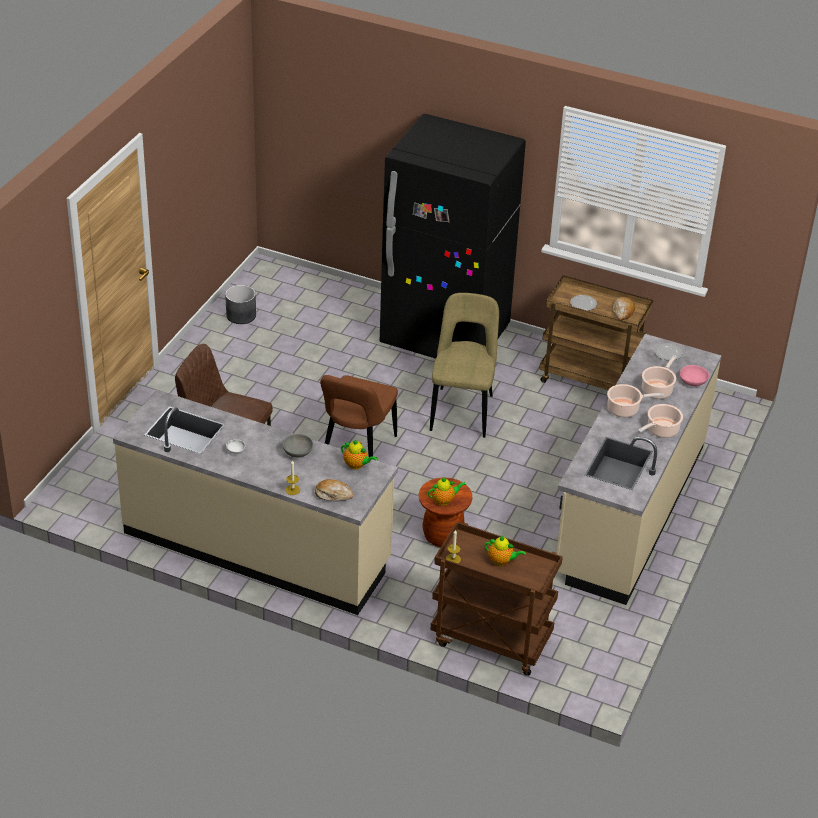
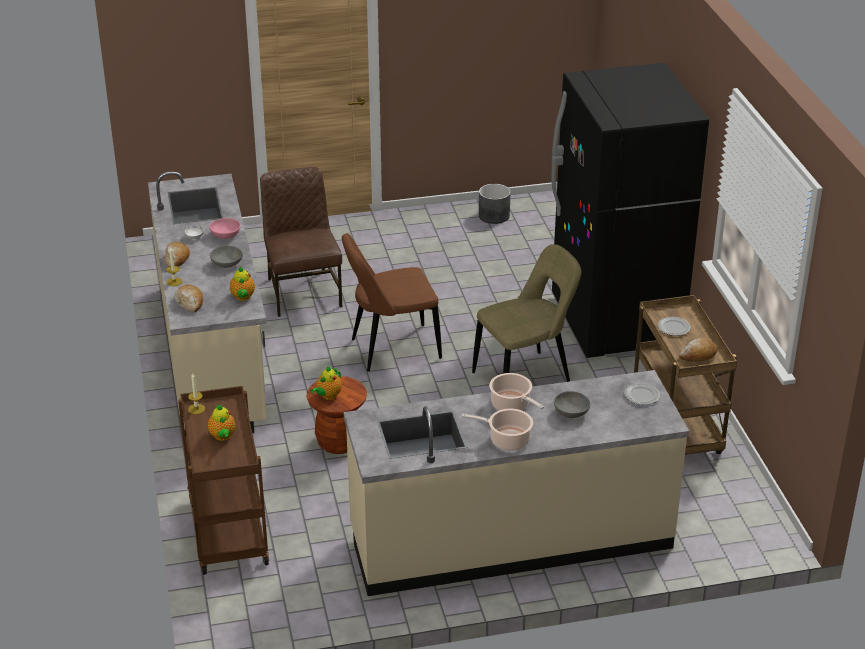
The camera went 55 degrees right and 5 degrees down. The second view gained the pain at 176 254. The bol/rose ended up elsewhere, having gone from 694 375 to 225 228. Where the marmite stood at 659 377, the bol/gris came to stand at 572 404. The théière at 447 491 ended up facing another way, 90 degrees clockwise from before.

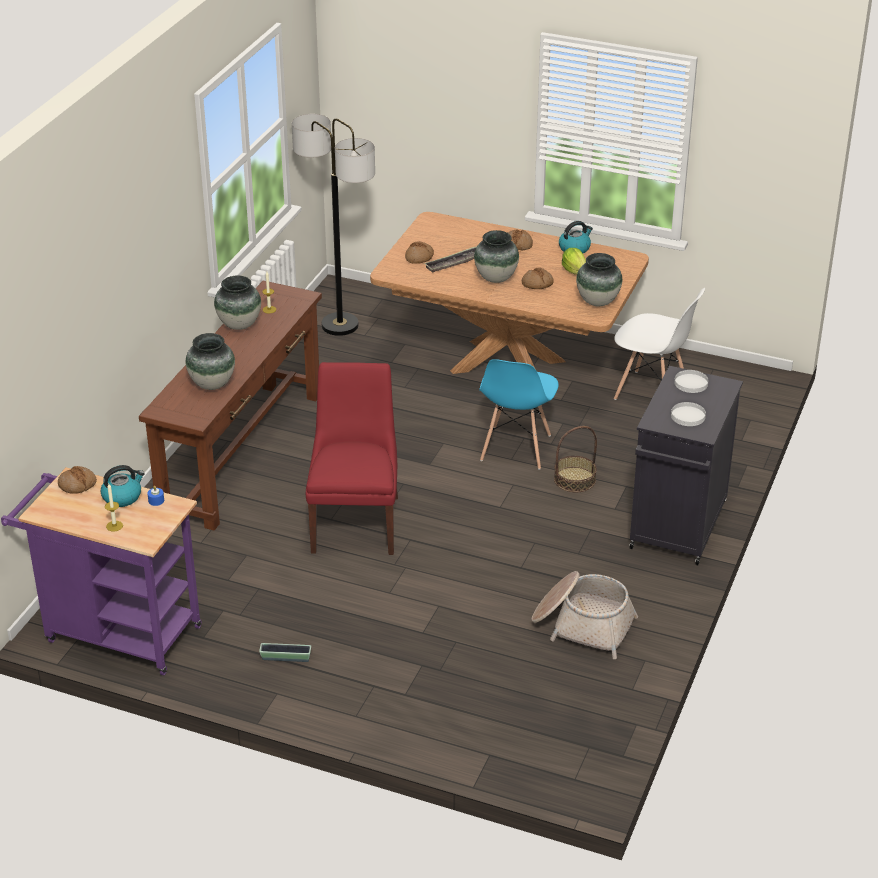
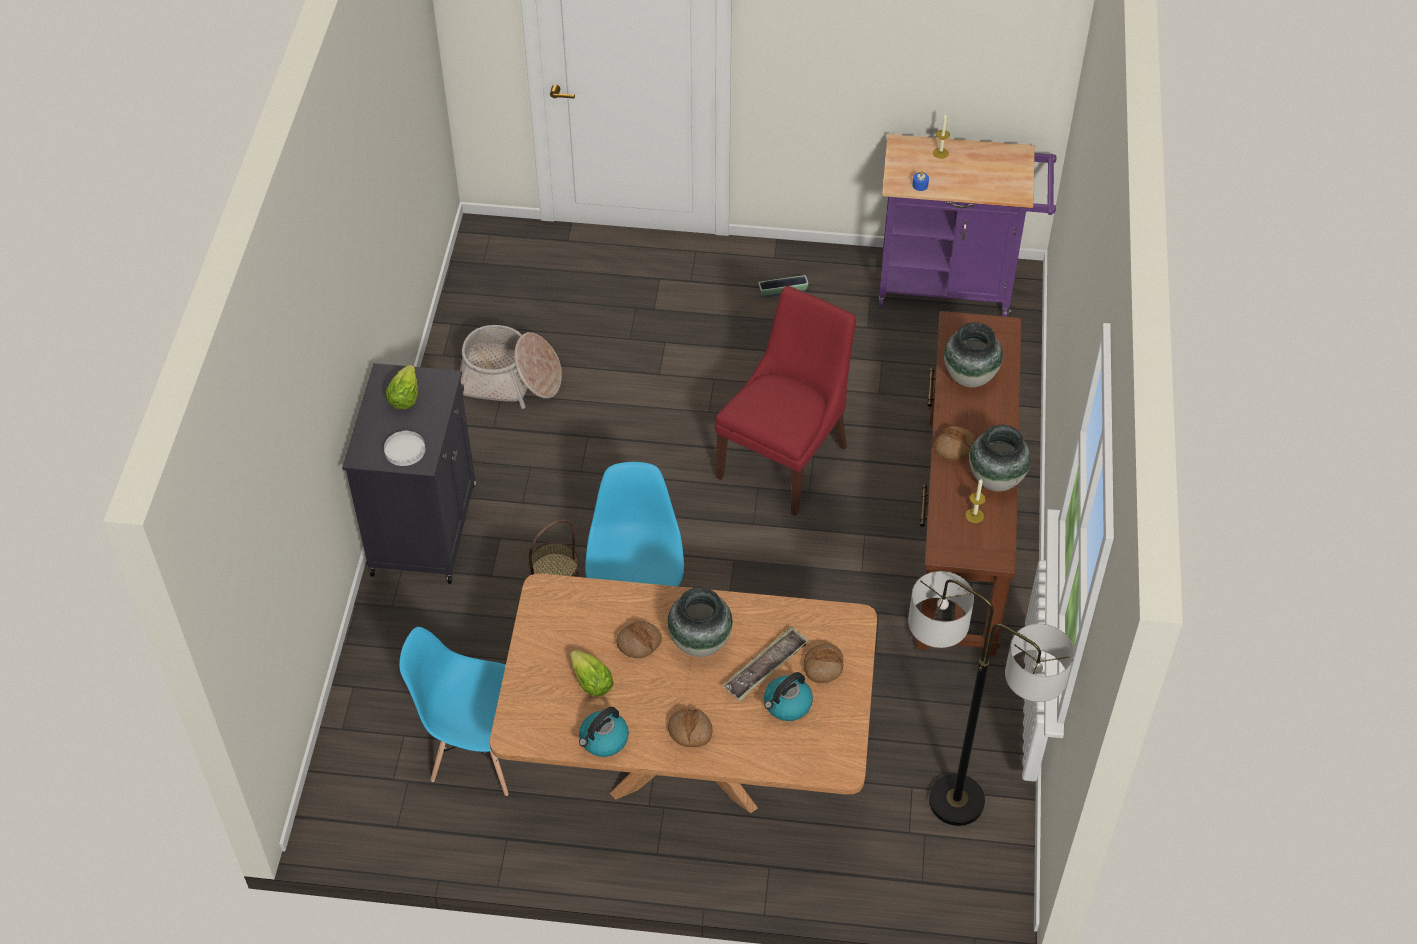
The camera went 165 degrees right and 15 degrees up. The second view lost the vase at 599 279. The pain ended up elsewhere, having gone from 77 480 to 955 443. The bouilloire ended up elsewhere, having gone from 123 486 to 788 696. Where the assiette/blanc stood at 688 414, the laitue came to stand at 401 387. What was the chaise/blanc at 659 344 turned into the chaise/bleu at 454 711. The chaise/rouge at 352 458 ended up facing another way, 135 degrees counterclockwise from before.

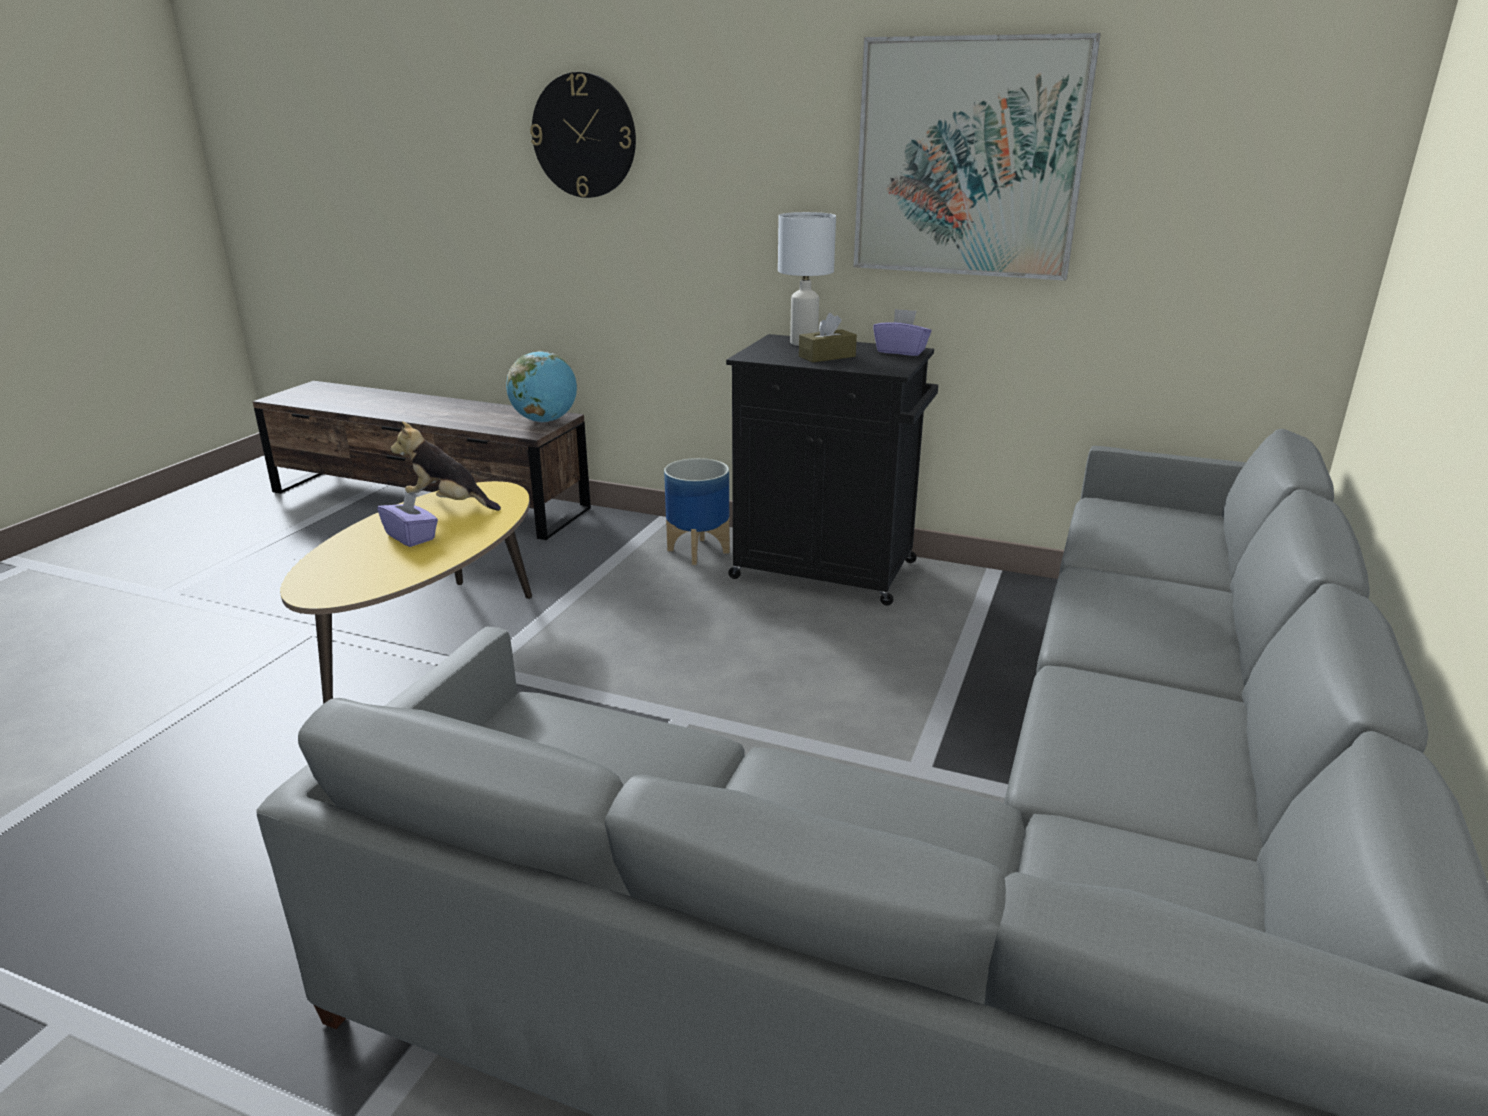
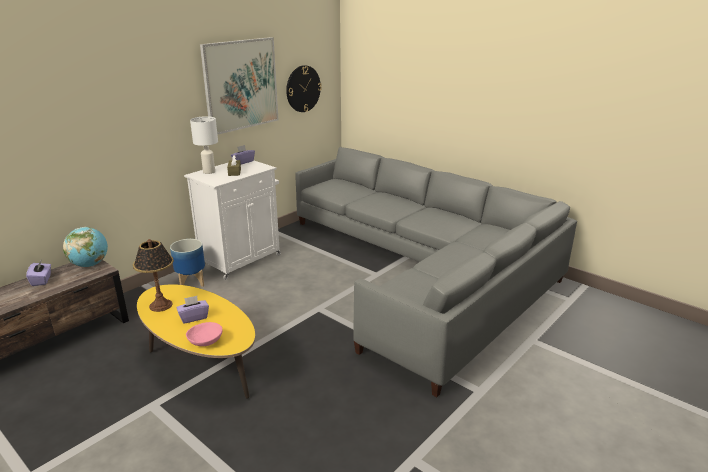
The camera went 70 degrees left and 0 degrees up. The second view gained the boîte à mouchoirs/violet at 38 273. The second view gained the bol/rose at 204 334. The horloge murale ended up elsewhere, having gone from 583 135 to 304 88. Where the peluche stood at 446 466, the lampe de table came to stand at 153 275. What was the meuble de rangement/noir at 832 470 turned into the meuble de rangement/blanc at 232 220.

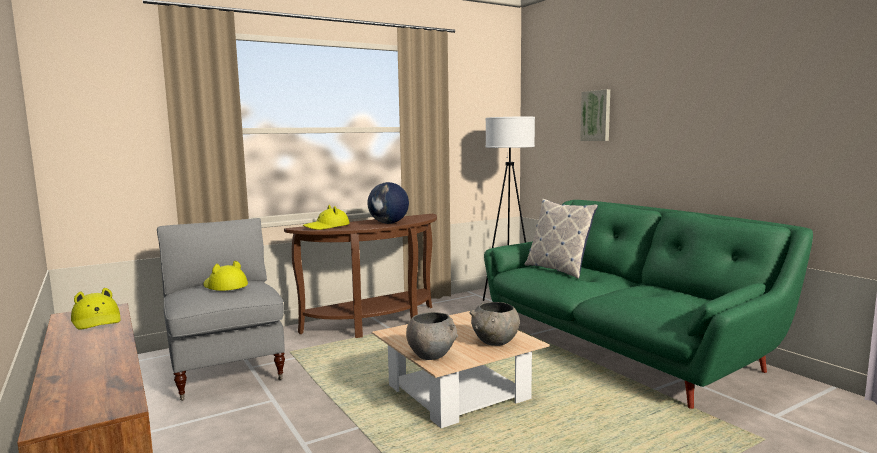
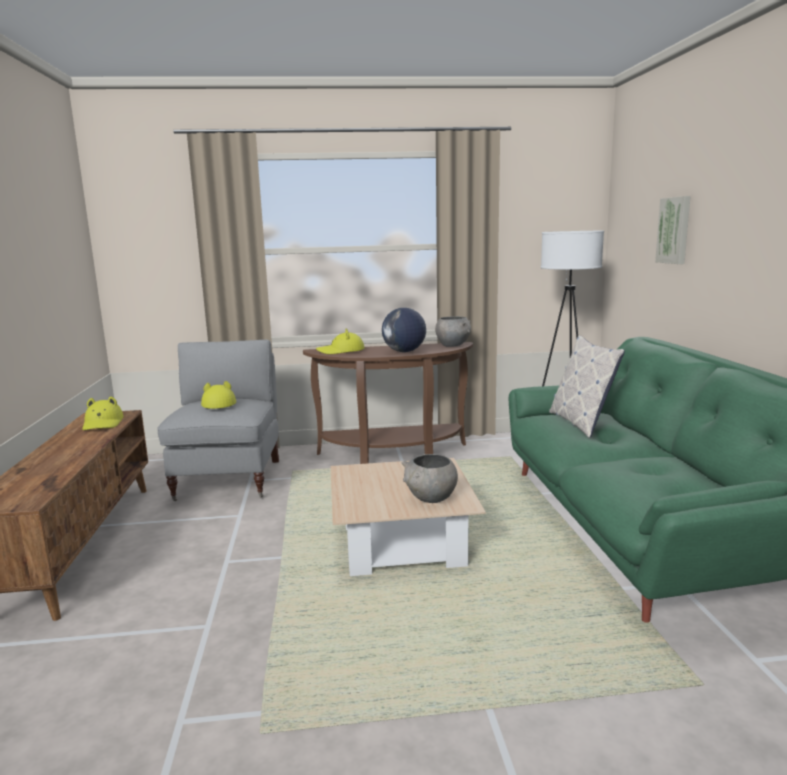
The camera went 25 degrees right and 5 degrees up. The bol/gris ended up elsewhere, having gone from 432 336 to 453 331.

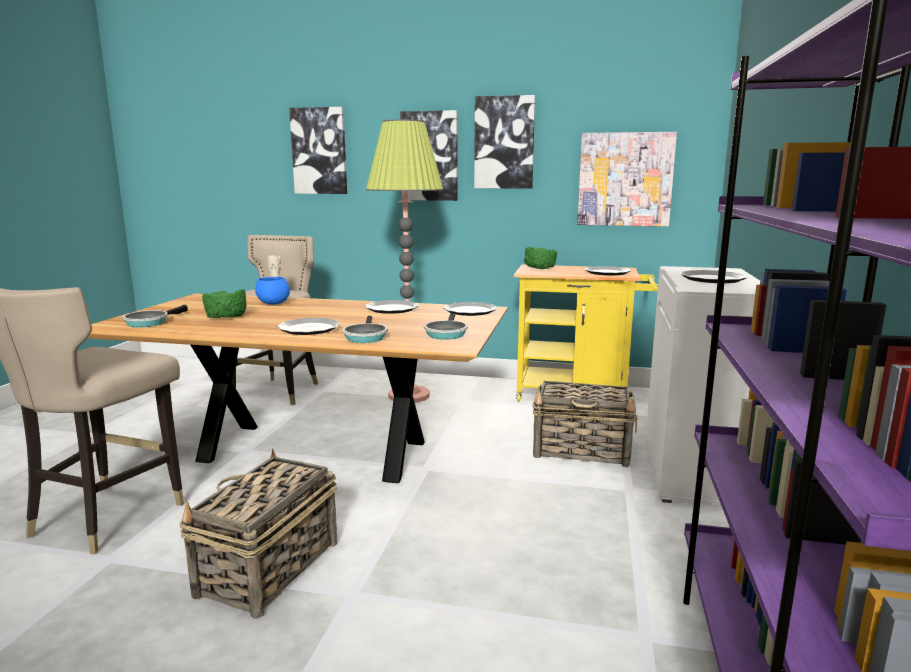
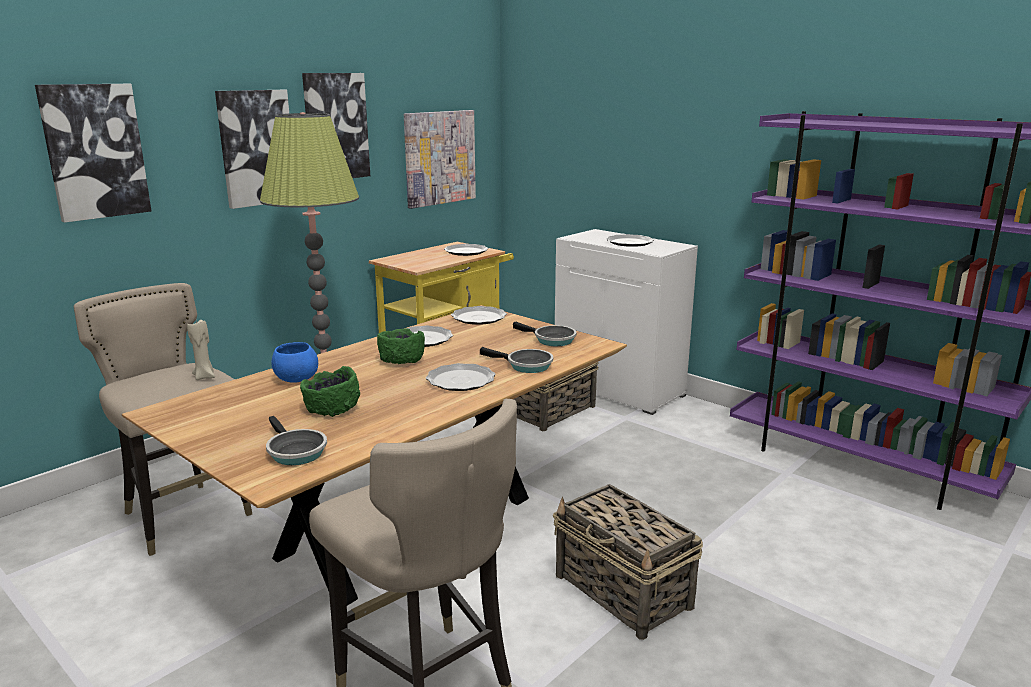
The camera went 60 degrees left and 5 degrees up. The bol/vert ended up elsewhere, having gone from 540 258 to 401 346.

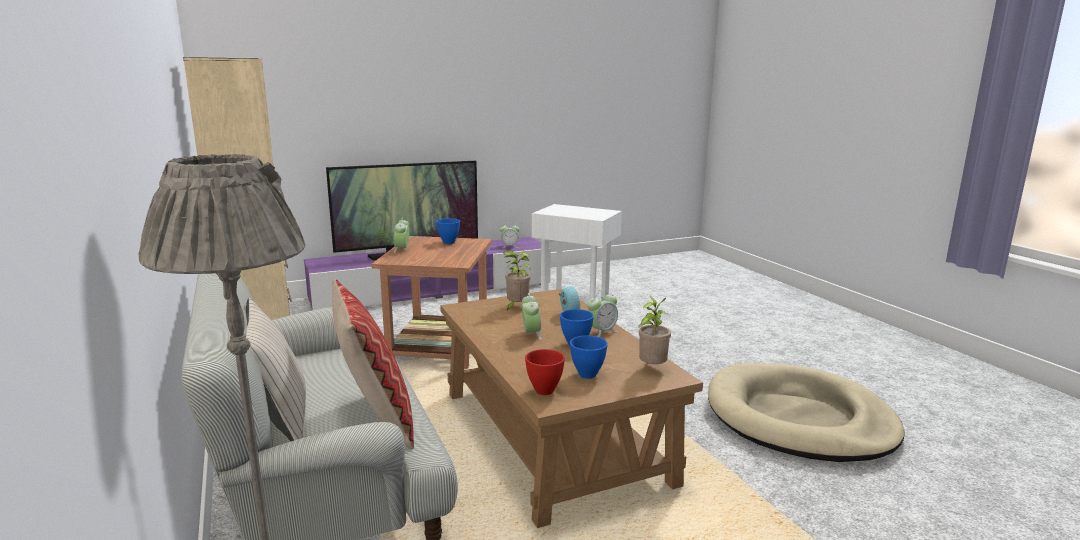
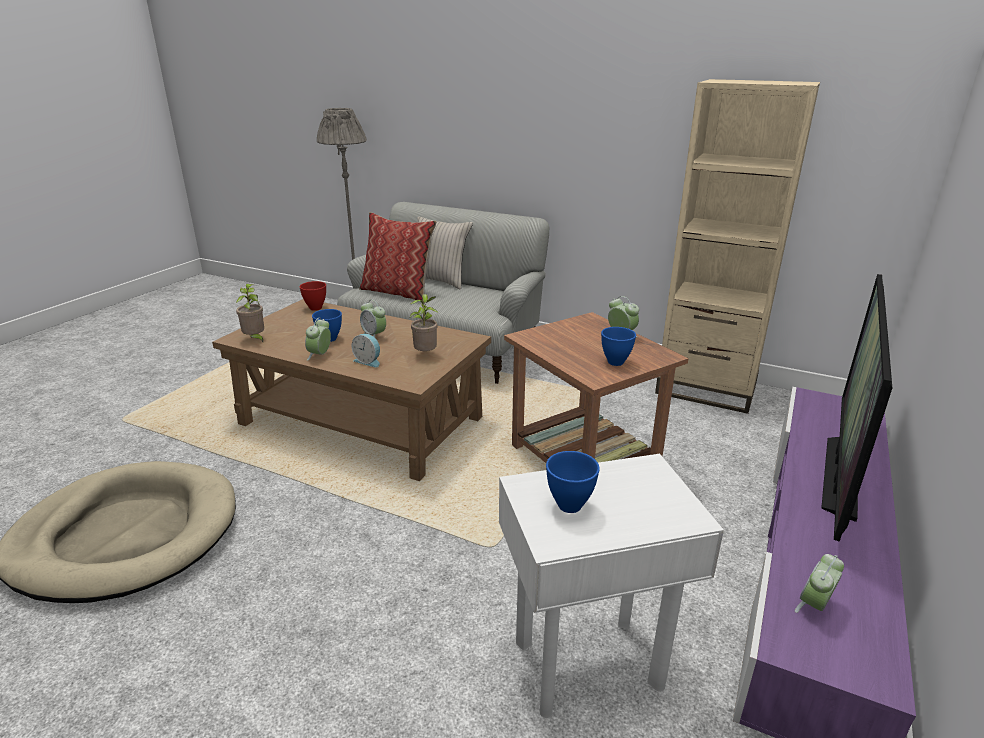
The camera went 140 degrees right and 10 degrees up. The bol/bleu ended up elsewhere, having gone from 589 357 to 573 482.

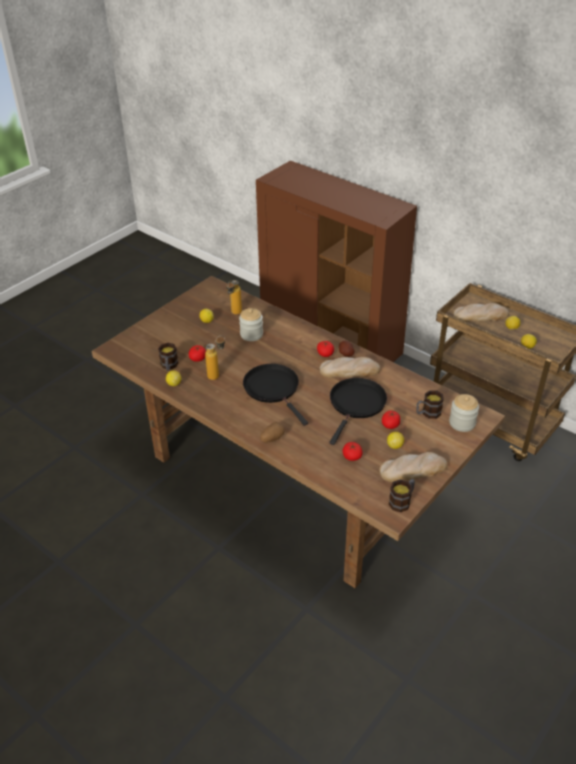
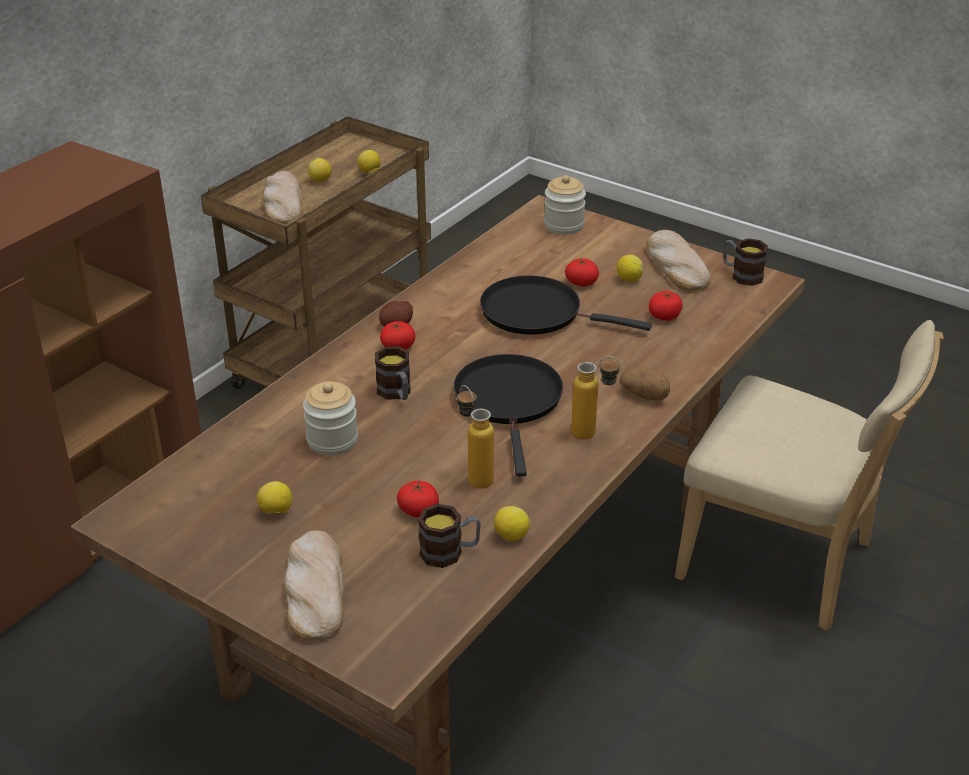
The camera went 95 degrees left and 5 degrees down. The second view gained the chaise/beige at 809 475. The bouteille ended up elsewhere, having gone from 234 297 to 596 398. The pain ended up elsewhere, having gone from 350 367 to 314 585. The mug ended up elsewhere, having gone from 430 404 to 392 373. The poêle/noir at 275 395 ended up facing another way, 120 degrees clockwise from before.

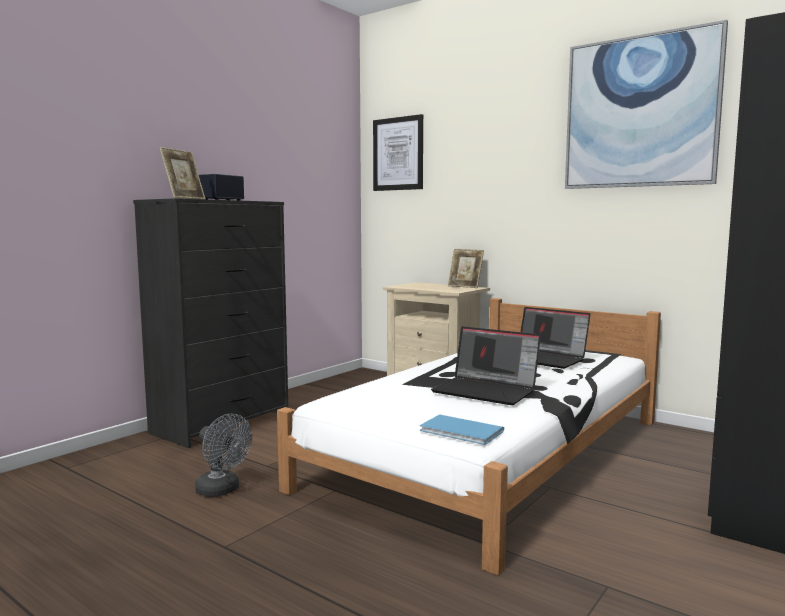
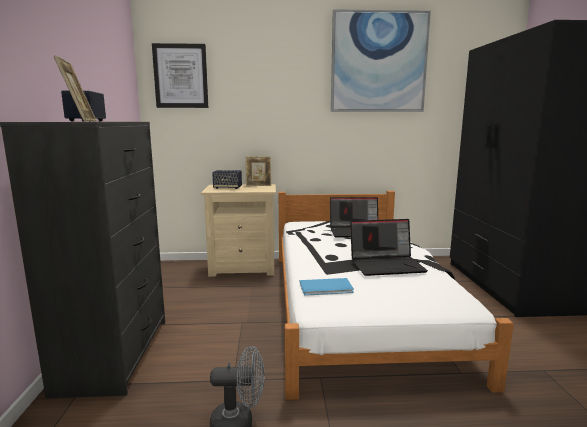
The camera went 40 degrees left and 5 degrees up. The second view gained the enceinte at 227 179. The livre/bleu ended up elsewhere, having gone from 462 429 to 327 287.

